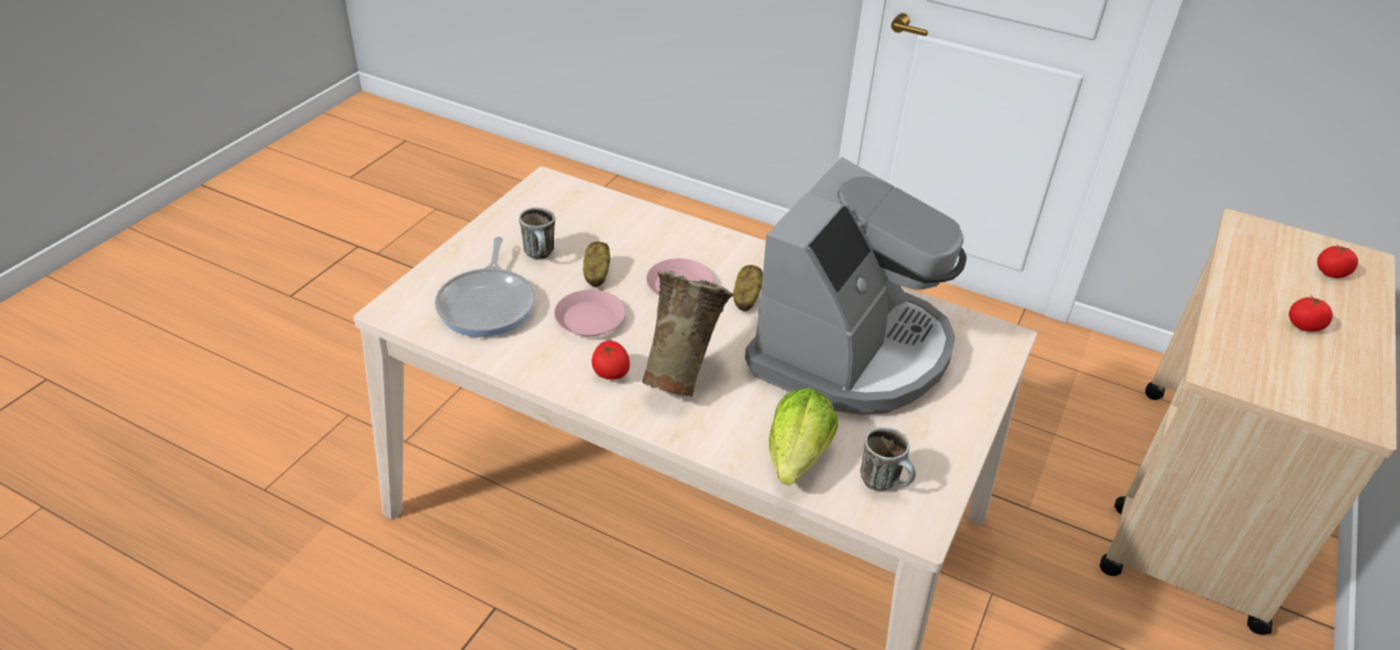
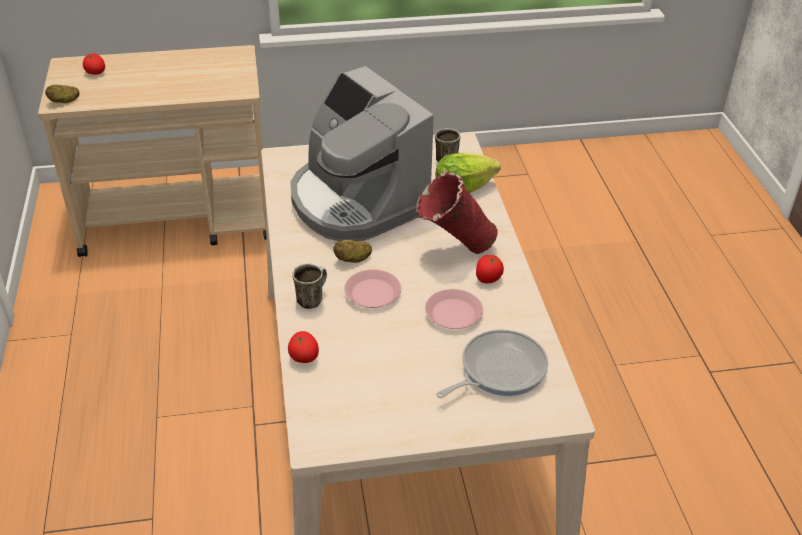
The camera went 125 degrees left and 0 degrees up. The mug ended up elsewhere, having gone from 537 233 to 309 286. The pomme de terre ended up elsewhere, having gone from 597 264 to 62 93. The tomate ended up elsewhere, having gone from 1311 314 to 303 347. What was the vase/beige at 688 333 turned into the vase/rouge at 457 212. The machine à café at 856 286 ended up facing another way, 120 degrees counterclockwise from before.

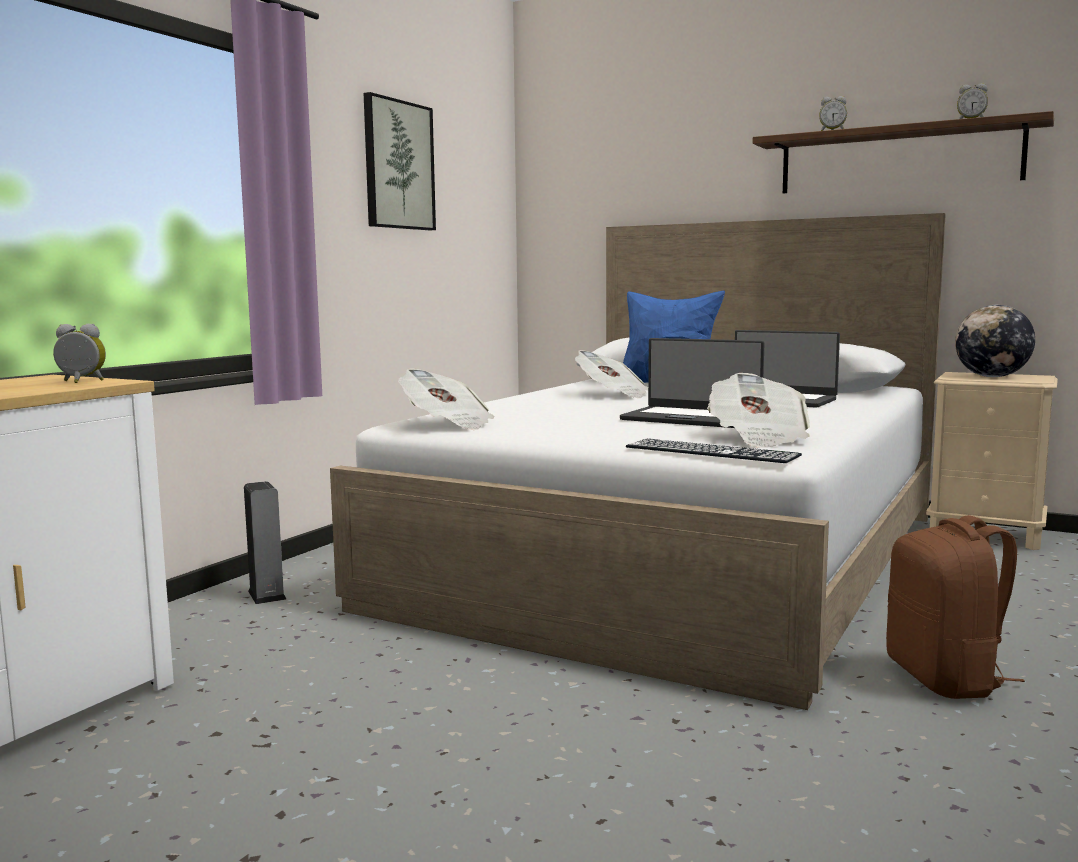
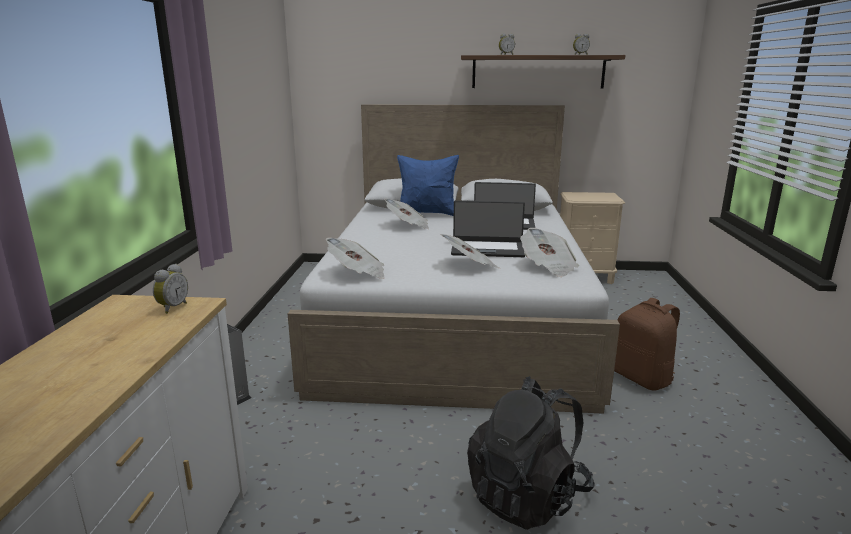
The camera went 25 degrees left and 10 degrees up. The second view lost the tableau at 400 161. The second view lost the clavier at 714 450. The second view lost the globe at 995 341. The second view gained the journal at 469 251. The second view gained the sac à dos/noir at 531 453. The réveil at 79 353 ended up facing another way, 135 degrees clockwise from before.

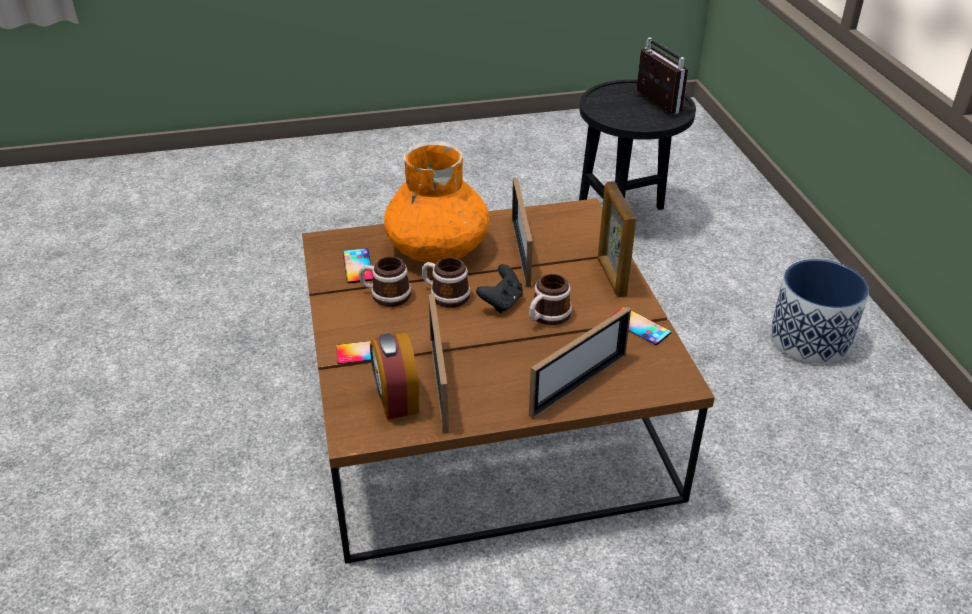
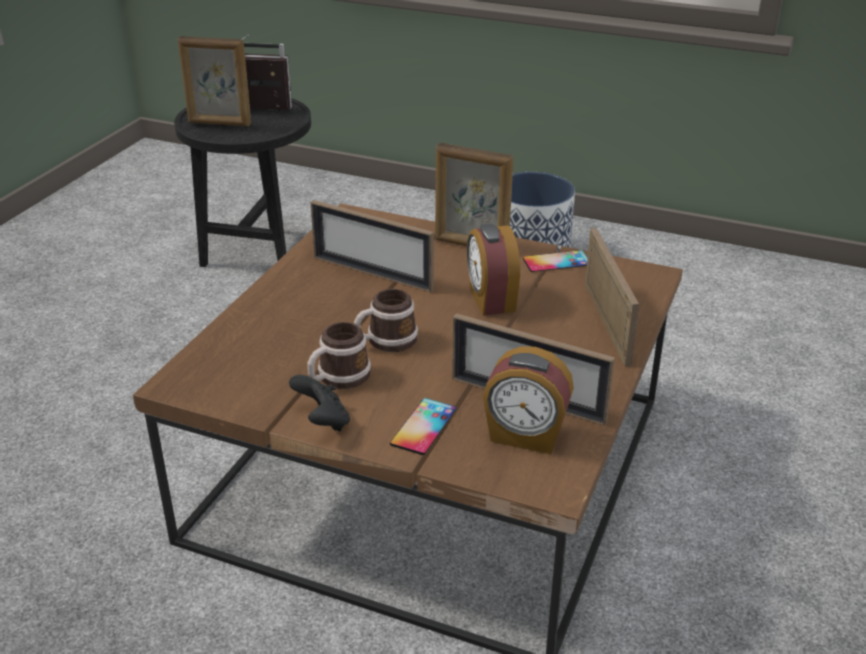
The camera went 55 degrees left and 5 degrees down. The second view lost the téléphone at 358 265. The second view lost the vase/orange at 436 202. The second view gained the cadre photo at 214 81. The manette/noir ended up elsewhere, having gone from 499 288 to 319 403. Where the mug stood at 550 300, the réveil came to stand at 493 269.

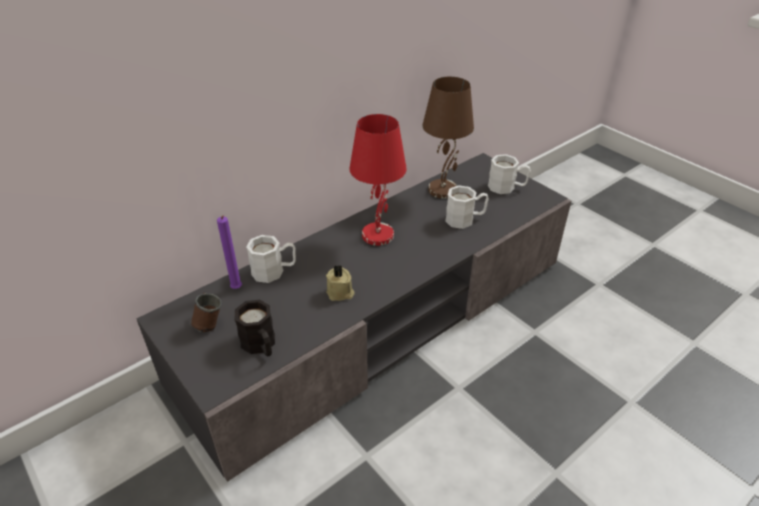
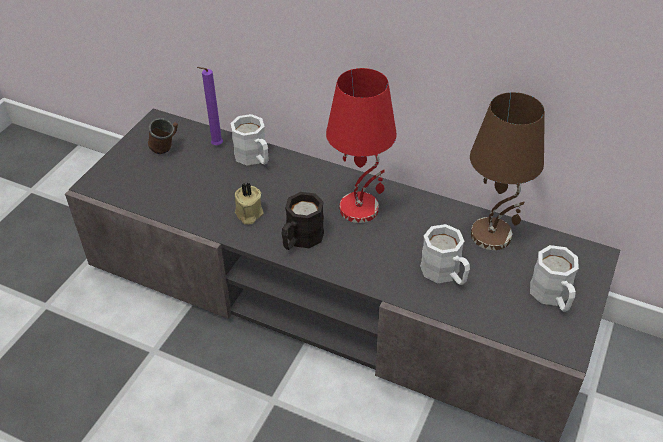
The camera went 65 degrees right and 5 degrees up. The mug/noir ended up elsewhere, having gone from 255 328 to 303 221.

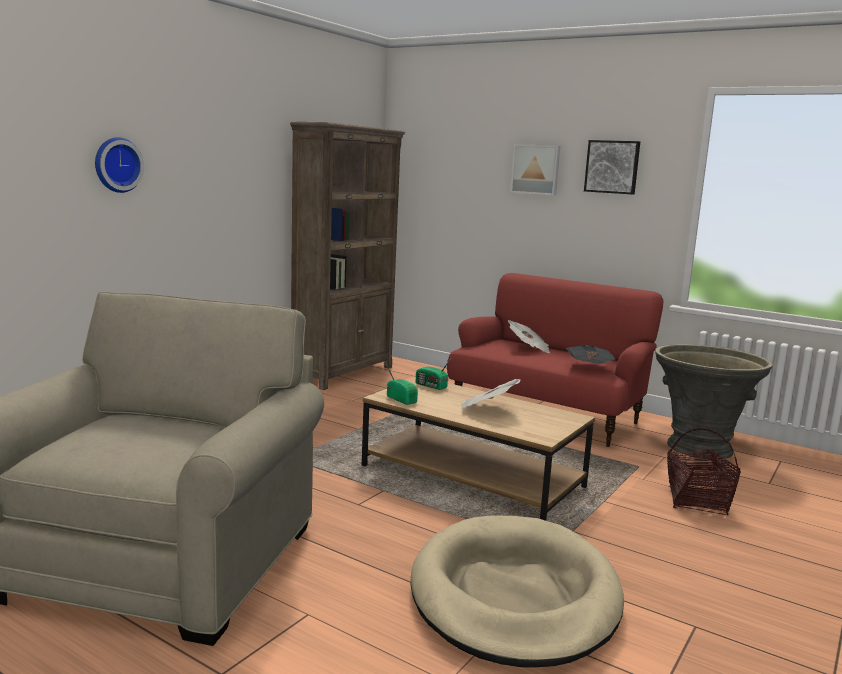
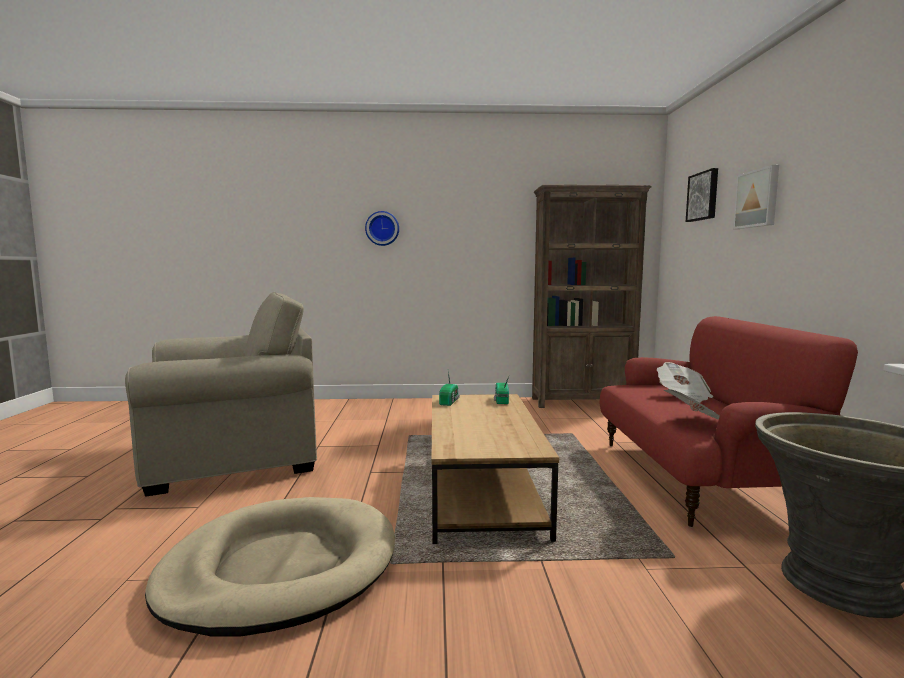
The camera went 55 degrees right and 5 degrees down. The second view lost the journal at 490 394. The second view lost the panier at 704 472. The tableau ended up elsewhere, having gone from 612 167 to 702 195.

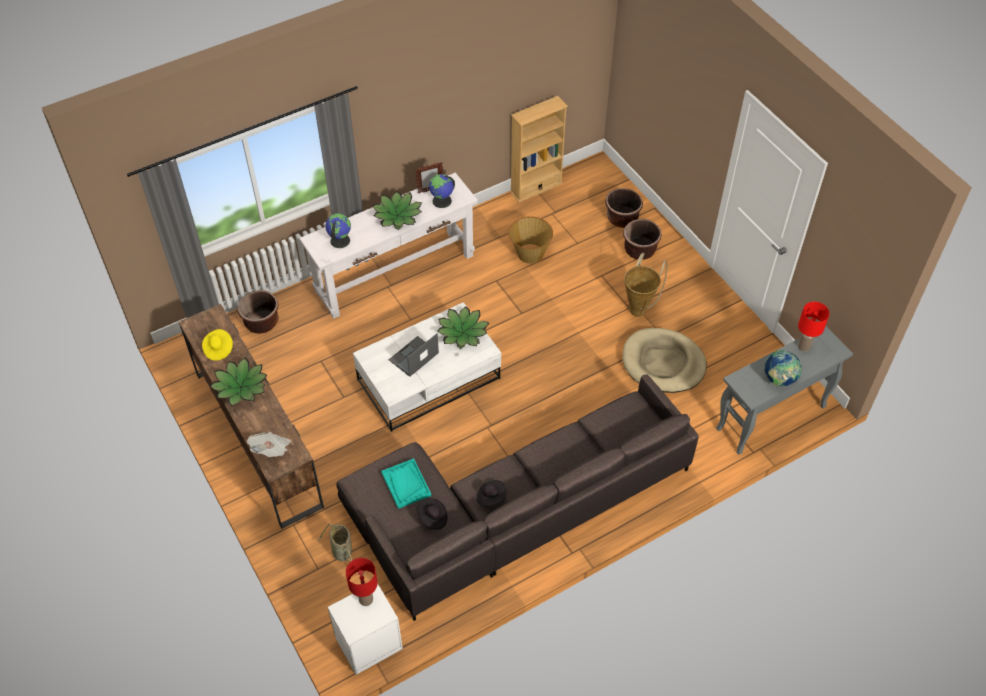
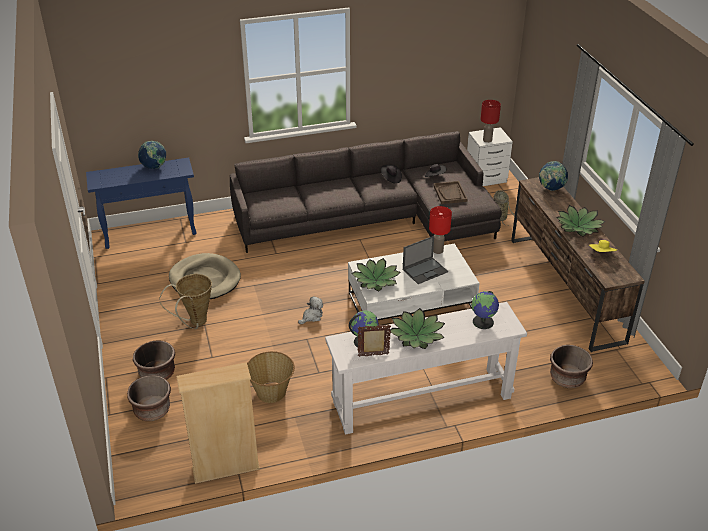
The camera went 165 degrees left and 15 degrees down. The second view gained the peluche at 310 310. The lampe de table/rouge ended up elsewhere, having gone from 814 327 to 440 230. Where the journal stood at 269 444, the globe came to stand at 553 176. What was the plateau/turquoise at 406 484 turned into the plateau/marron at 450 192. What was the table console/gris at 784 390 turned into the table console/bleu at 141 203.

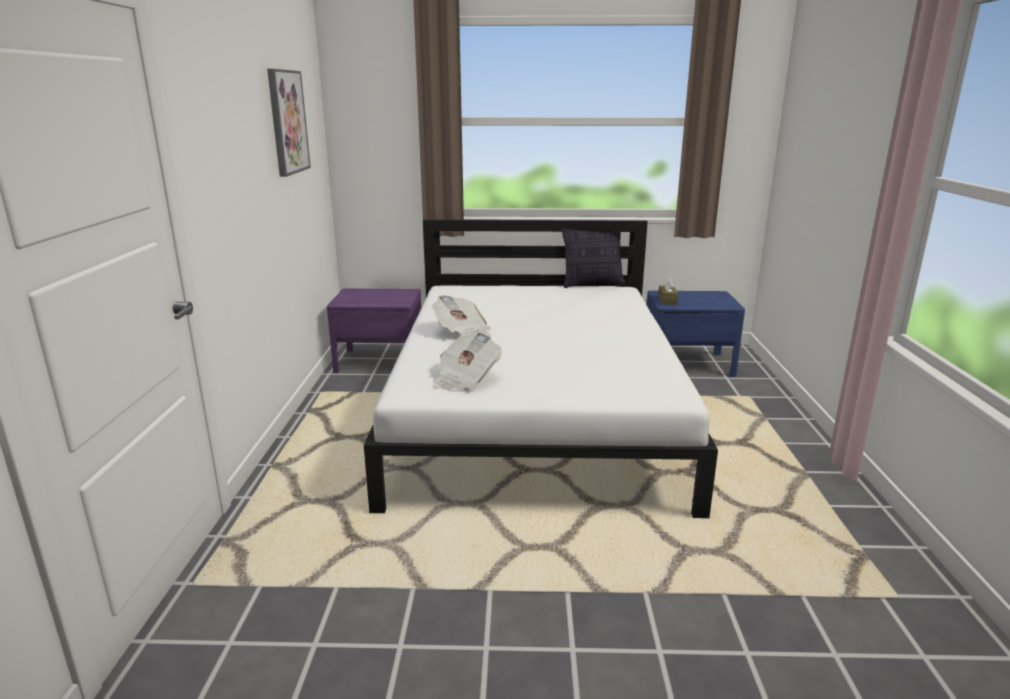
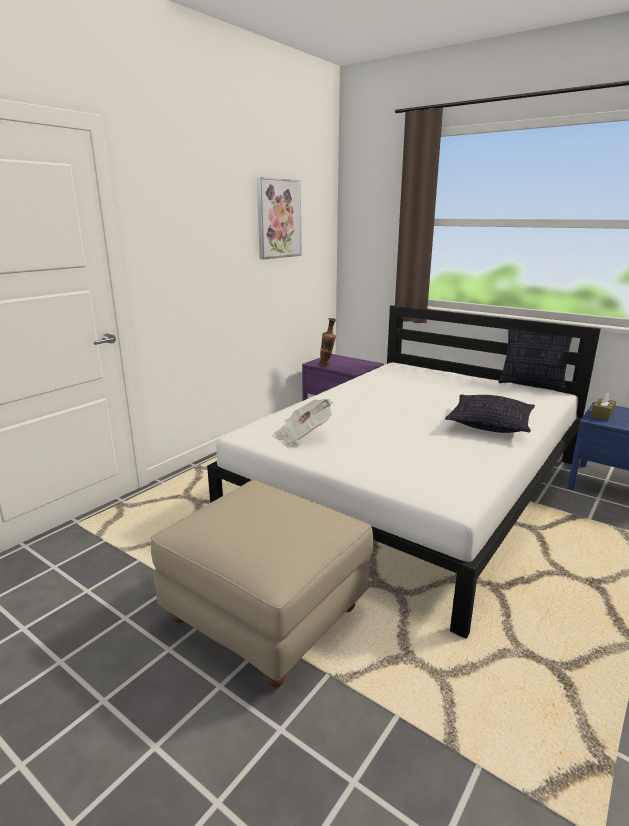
The camera went 35 degrees right and 0 degrees up. The second view lost the journal at 461 315. The second view gained the pouf/beige at 262 583. The second view gained the vase at 328 342. The second view gained the coussin at 490 414.

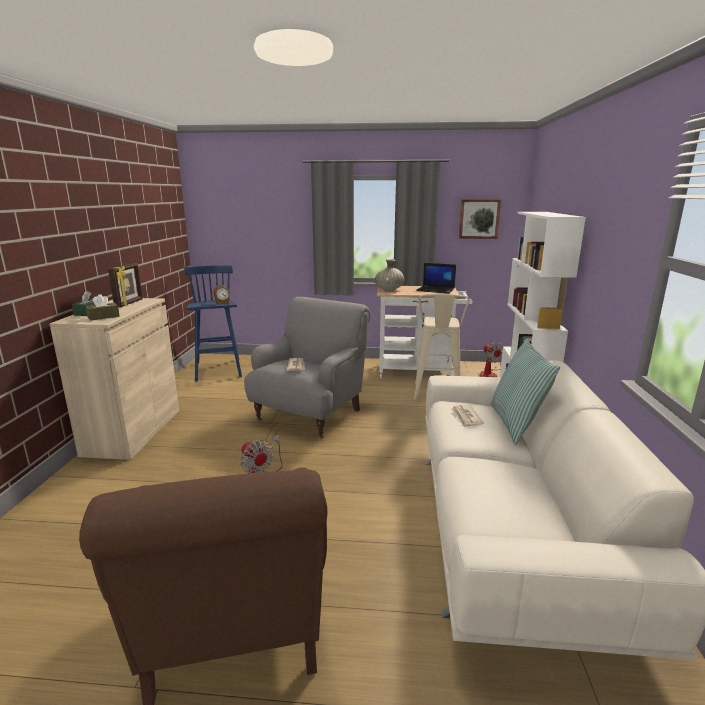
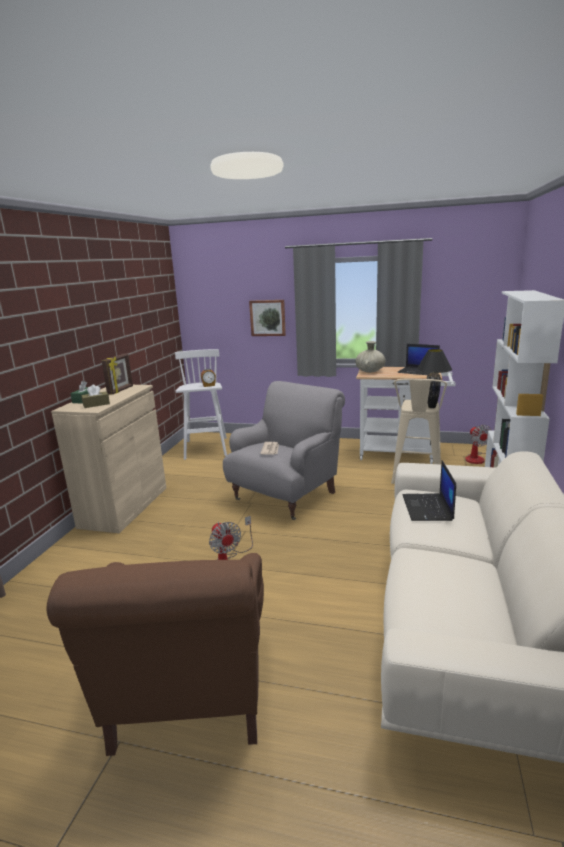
The camera went 10 degrees right and 0 degrees up. The second view lost the coussin at 525 392. The second view gained the lampe de table/noir at 434 378. The tableau ended up elsewhere, having gone from 480 219 to 267 318. Where the journal stood at 467 416, the ordinateur portable came to stand at 429 490. What was the tabouret/bleu at 213 323 turned into the tabouret/blanc at 201 404.

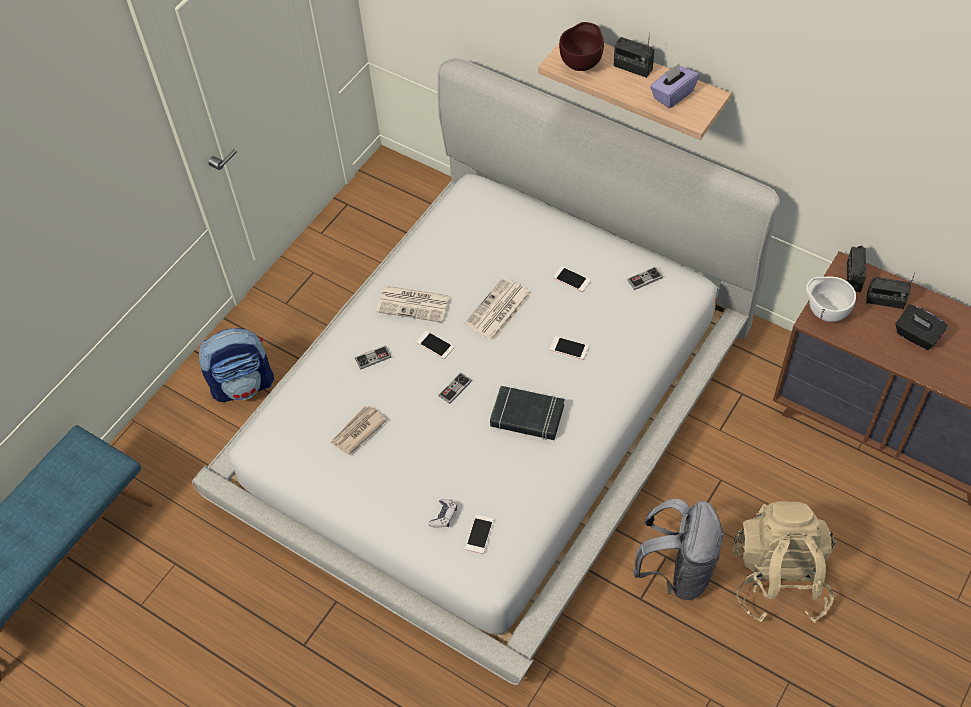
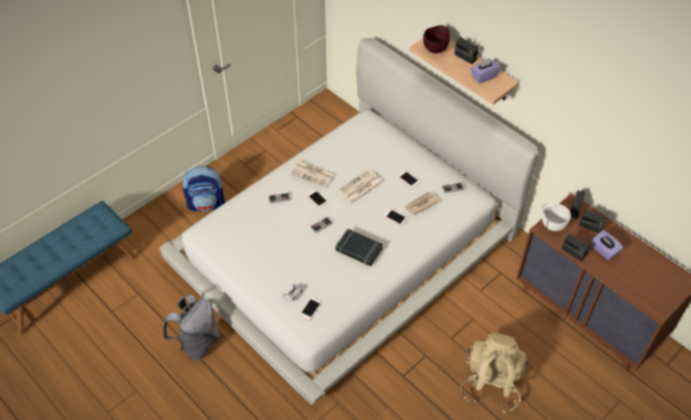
The camera went 10 degrees right and 5 degrees down. The second view gained the radio at 576 247. The journal ended up elsewhere, having gone from 359 430 to 421 203. The sac à dos/gris ended up elsewhere, having gone from 678 549 to 191 327. What was the boîte à mouchoirs/noir at 922 327 turned into the boîte à mouchoirs/violet at 607 245.

